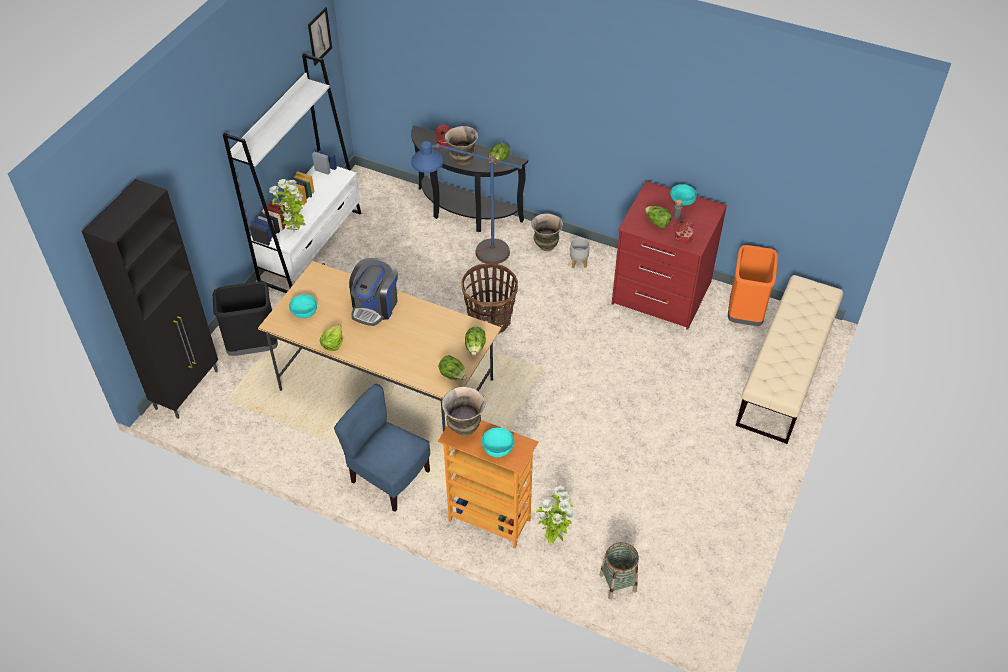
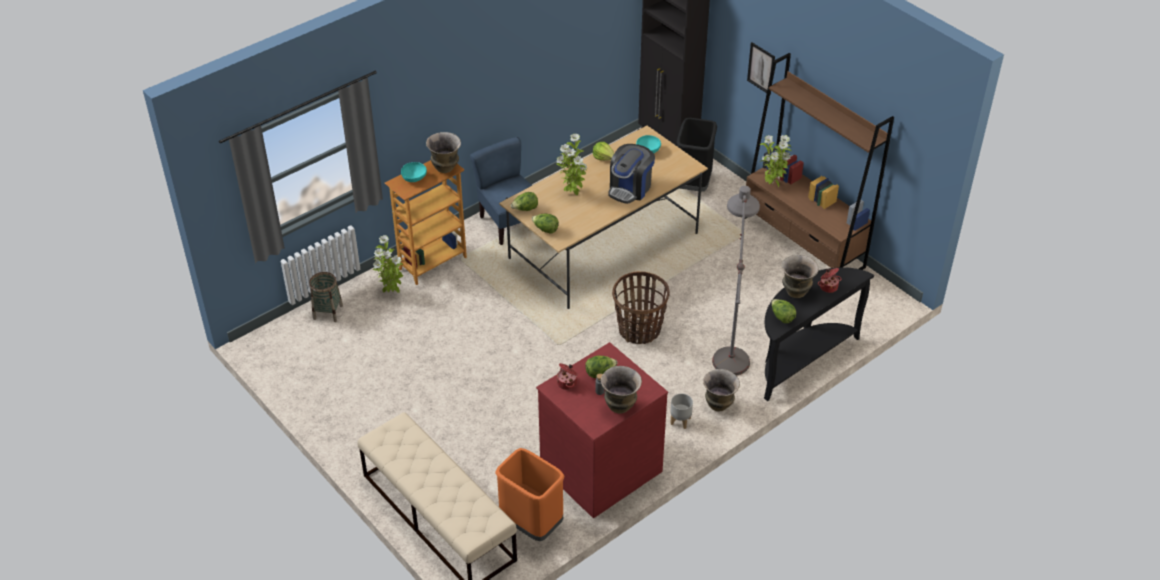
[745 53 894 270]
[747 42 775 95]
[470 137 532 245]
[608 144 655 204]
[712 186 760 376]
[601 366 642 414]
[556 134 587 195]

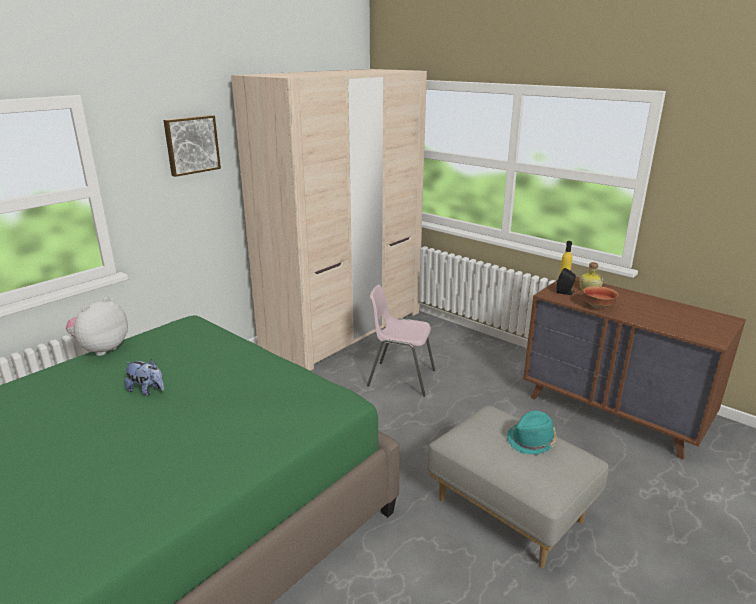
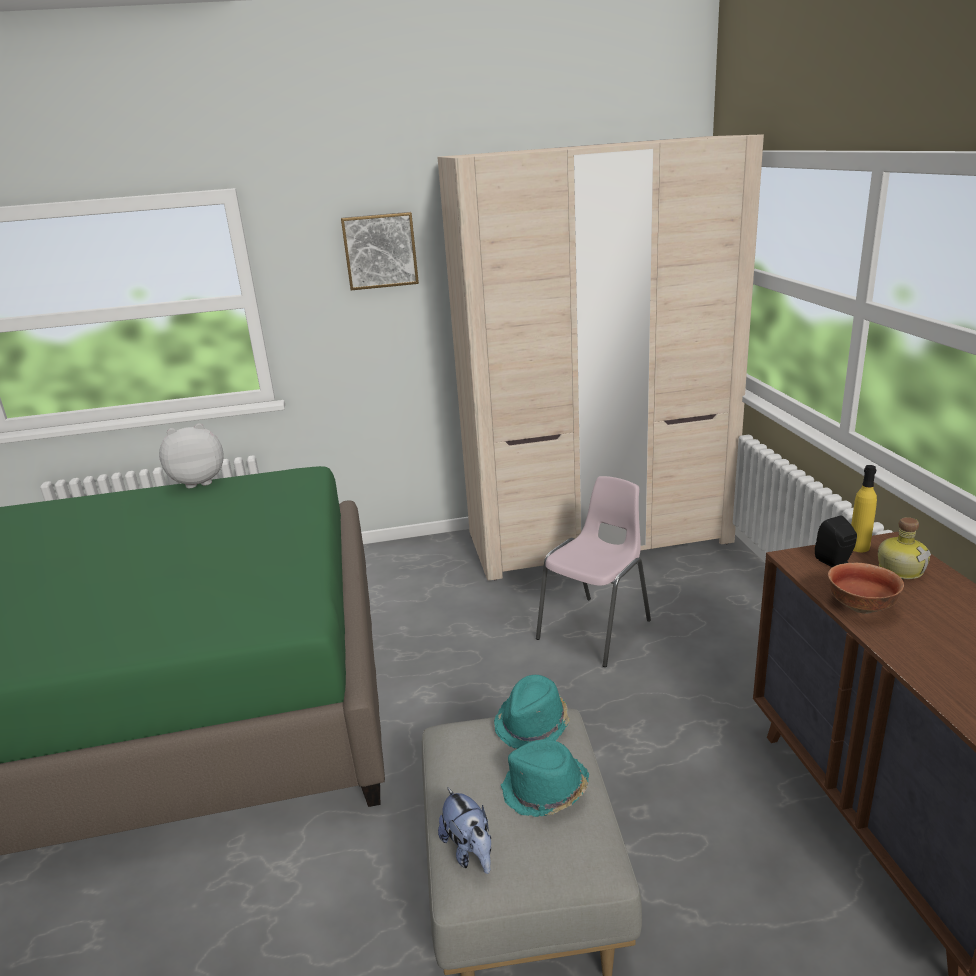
[438 787 491 874]
[536 476 651 667]
[494 675 570 749]

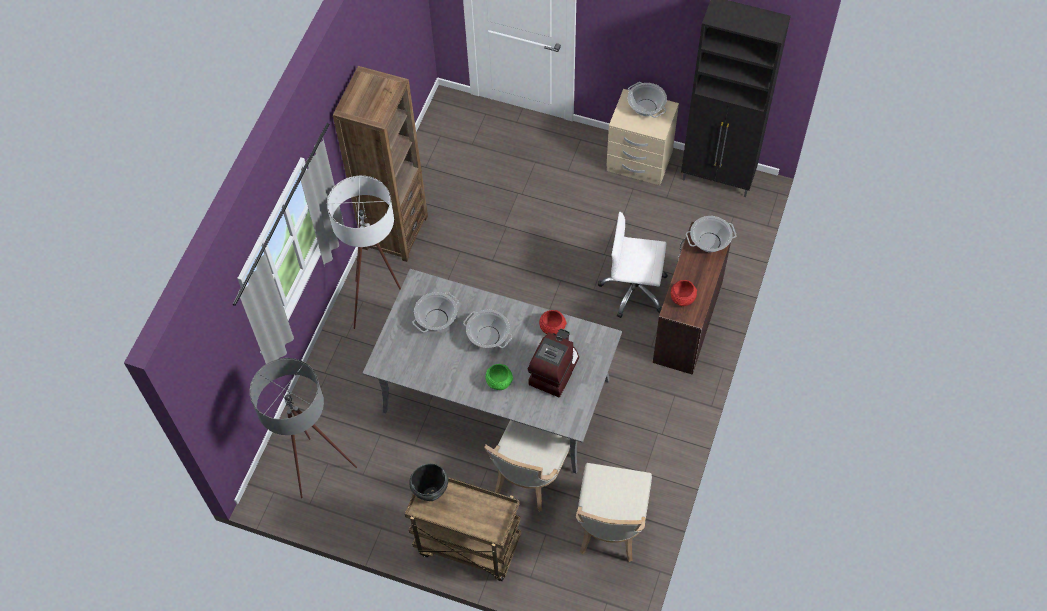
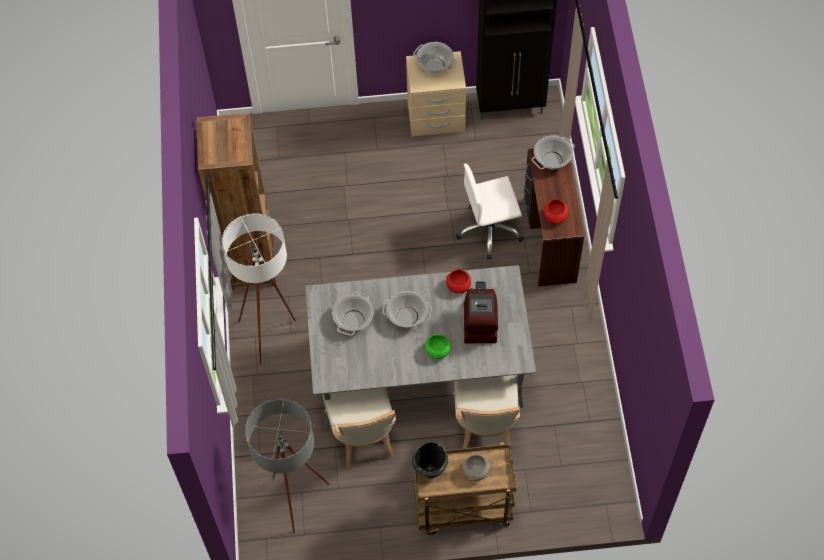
[322 388 396 468]
[463 454 490 481]

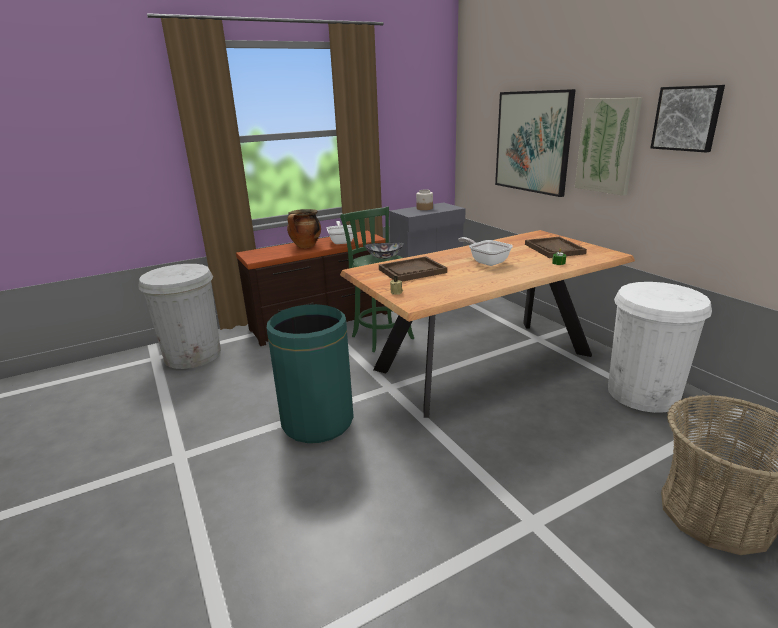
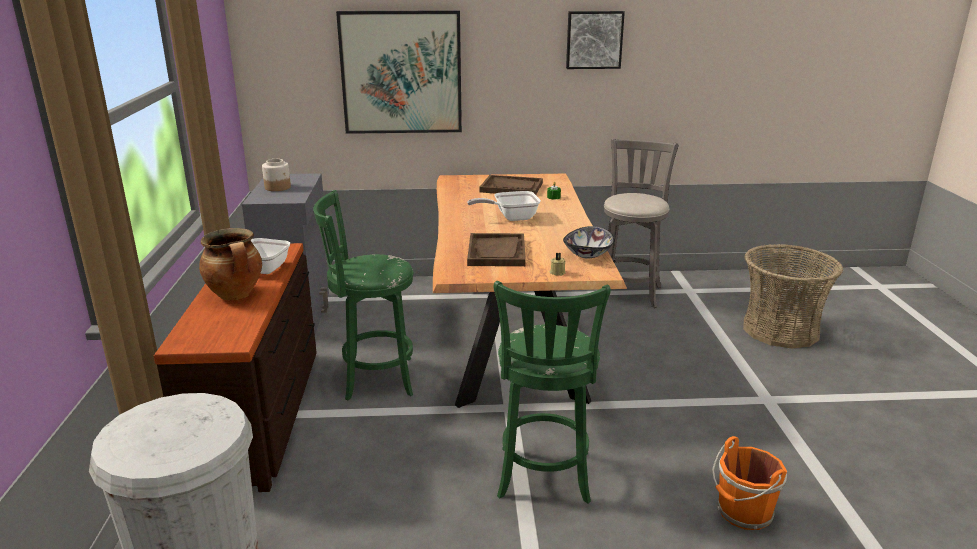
[494 281 611 503]
[563 226 614 259]
[575 98 642 196] (first image)
[604 138 678 308]
[712 436 787 530]

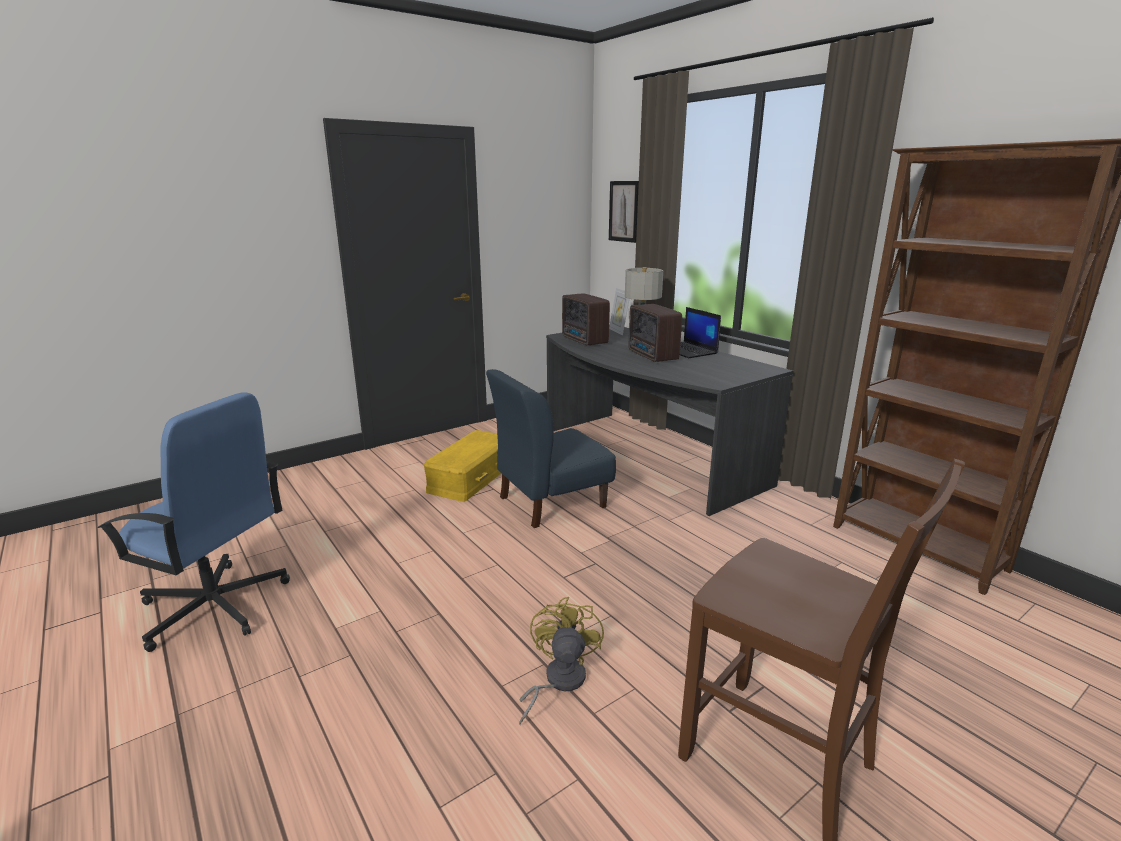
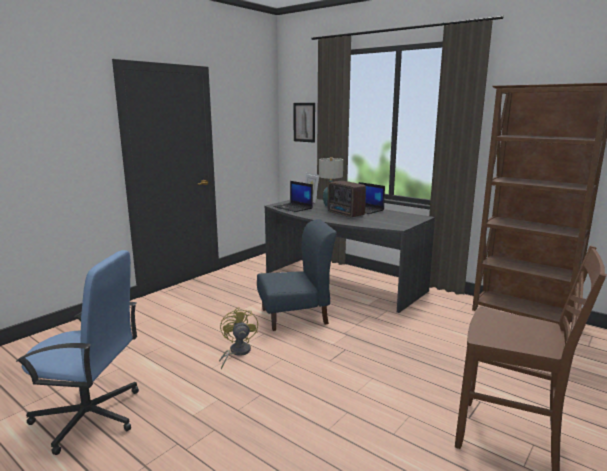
[424 430 501 502] (first image)
[257 219 337 331]
[219 307 258 370]
[274 181 313 212]

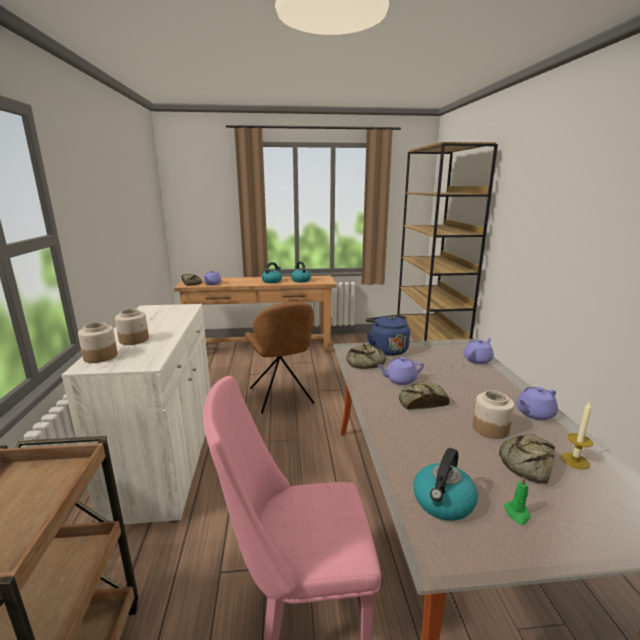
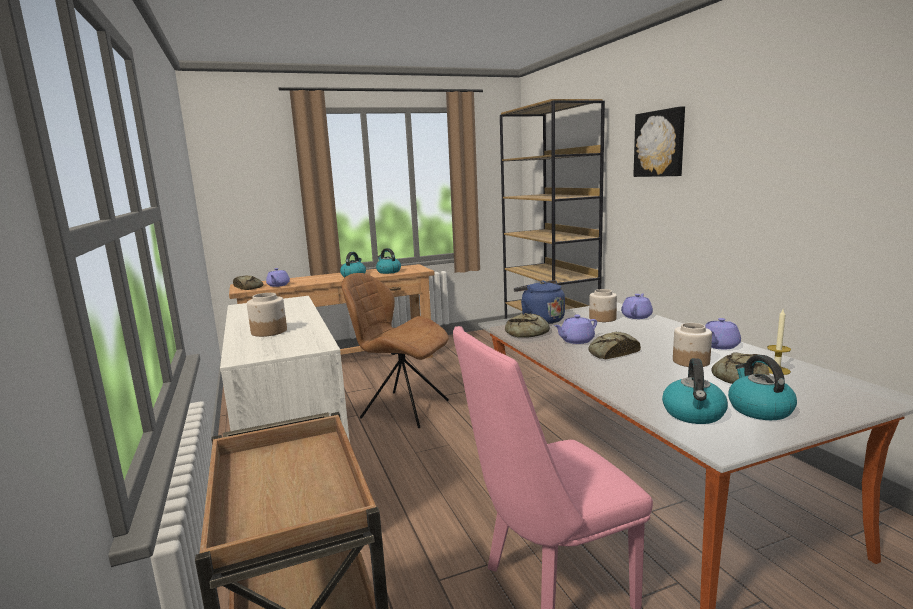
[589 289 617 322]
[341 273 449 428]
[728 355 797 420]
[633 106 685 177]

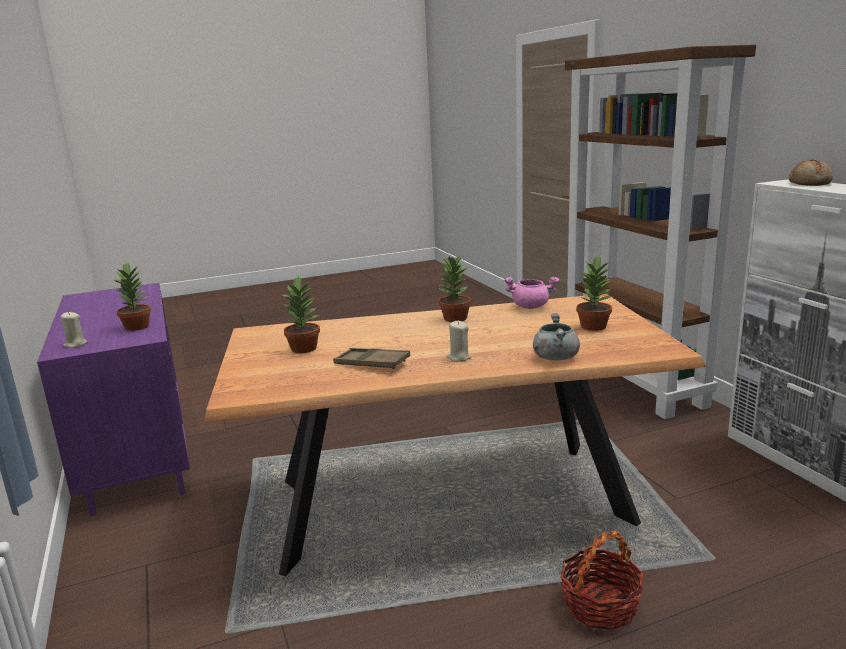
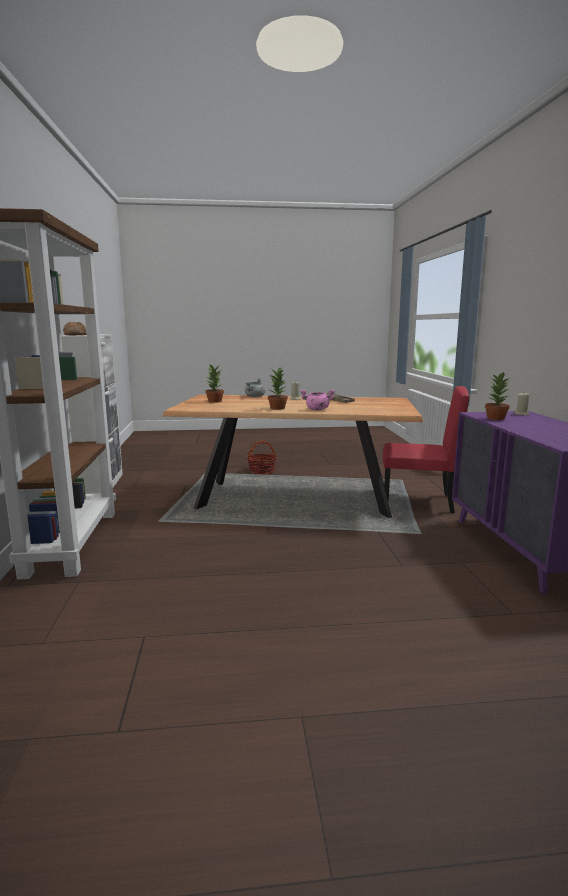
[282 275 320 353] (first image)
[300 389 335 410]
[383 386 469 513]

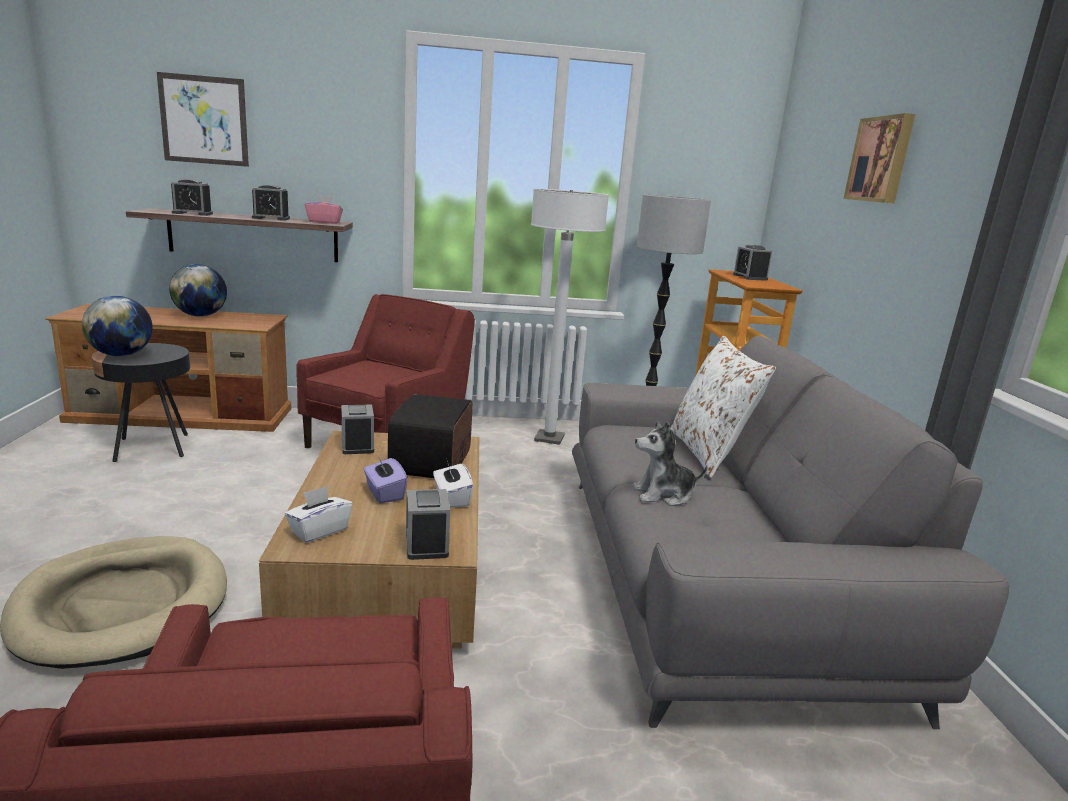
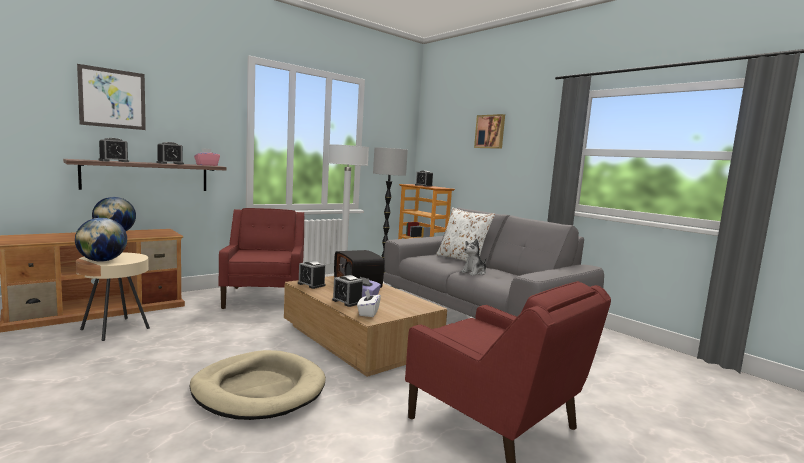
[76 253 150 341]
[332 275 363 307]
[433 461 473 508] (first image)

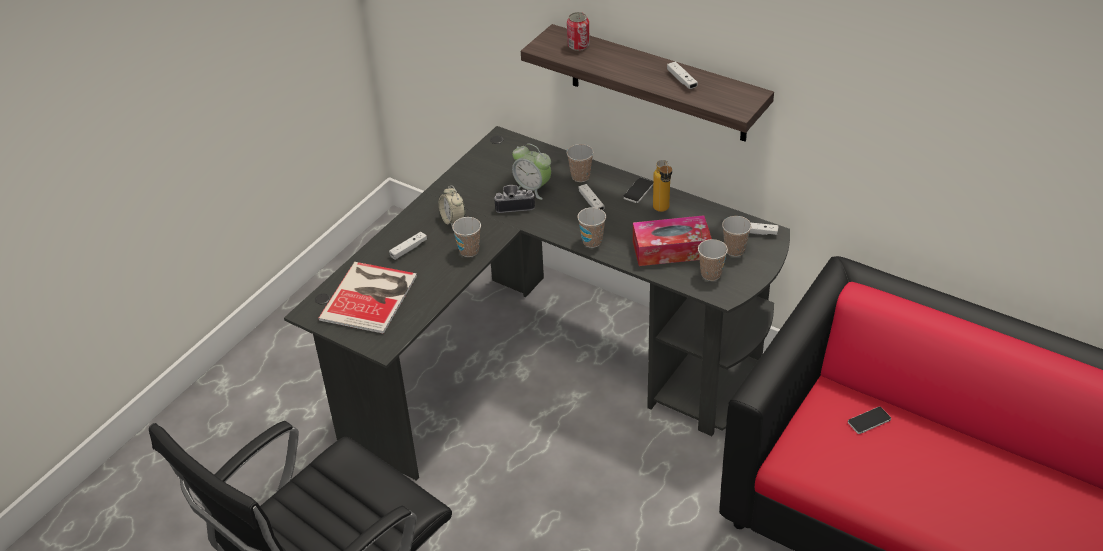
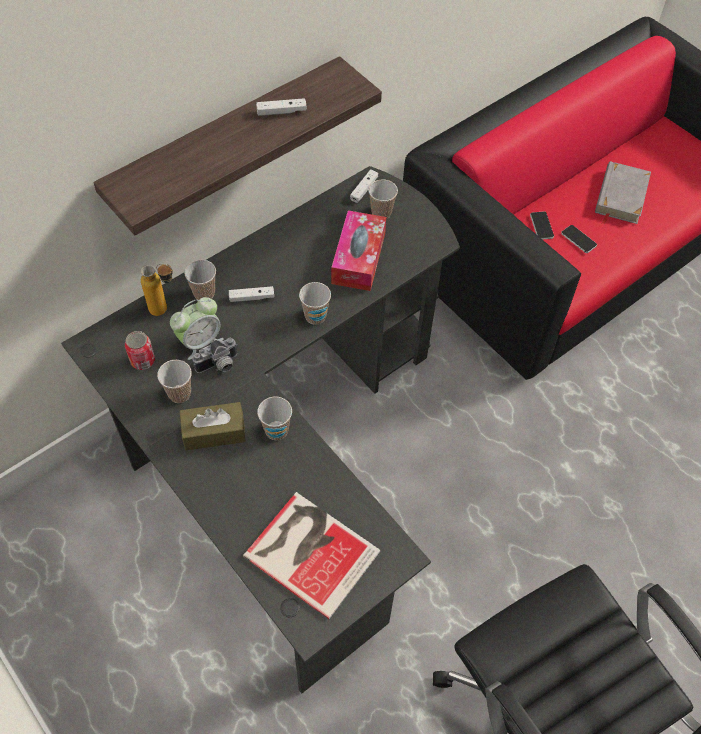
[389 232 427 260] (first image)
[180 402 246 451]
[192 338 238 373]
[125 331 155 370]
[561 225 597 253]
[140 264 173 316]
[157 360 192 403]
[595 161 651 224]

